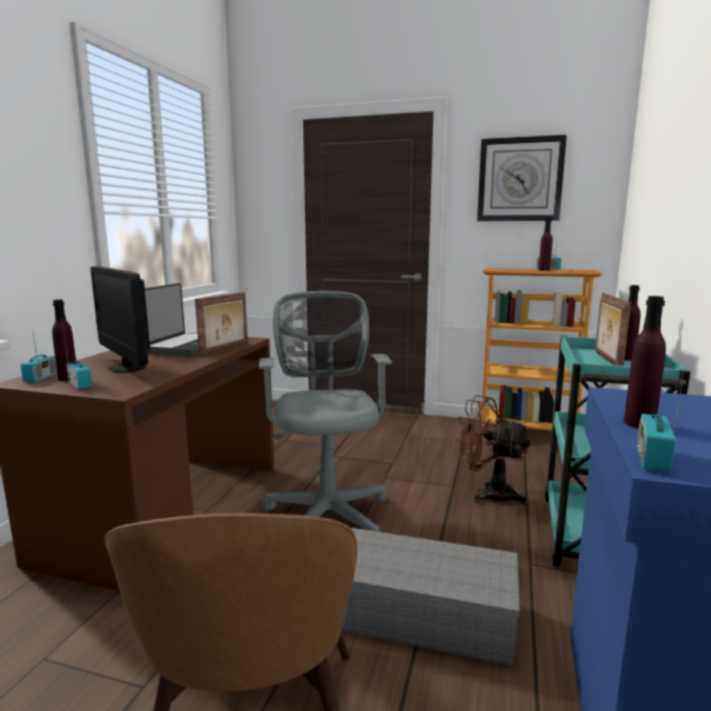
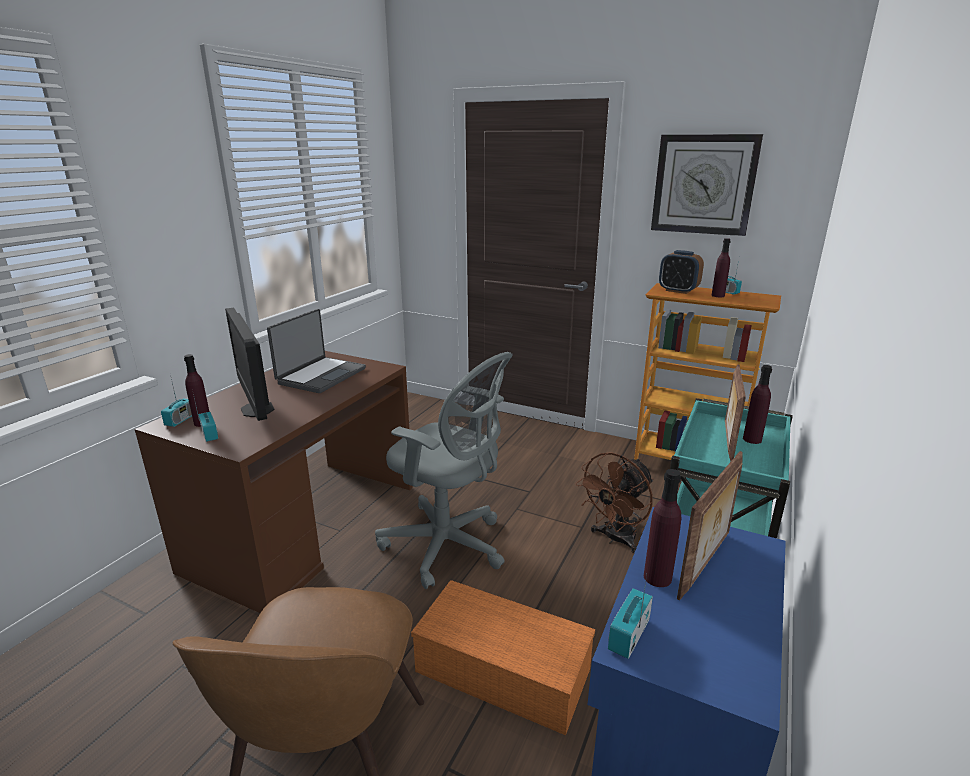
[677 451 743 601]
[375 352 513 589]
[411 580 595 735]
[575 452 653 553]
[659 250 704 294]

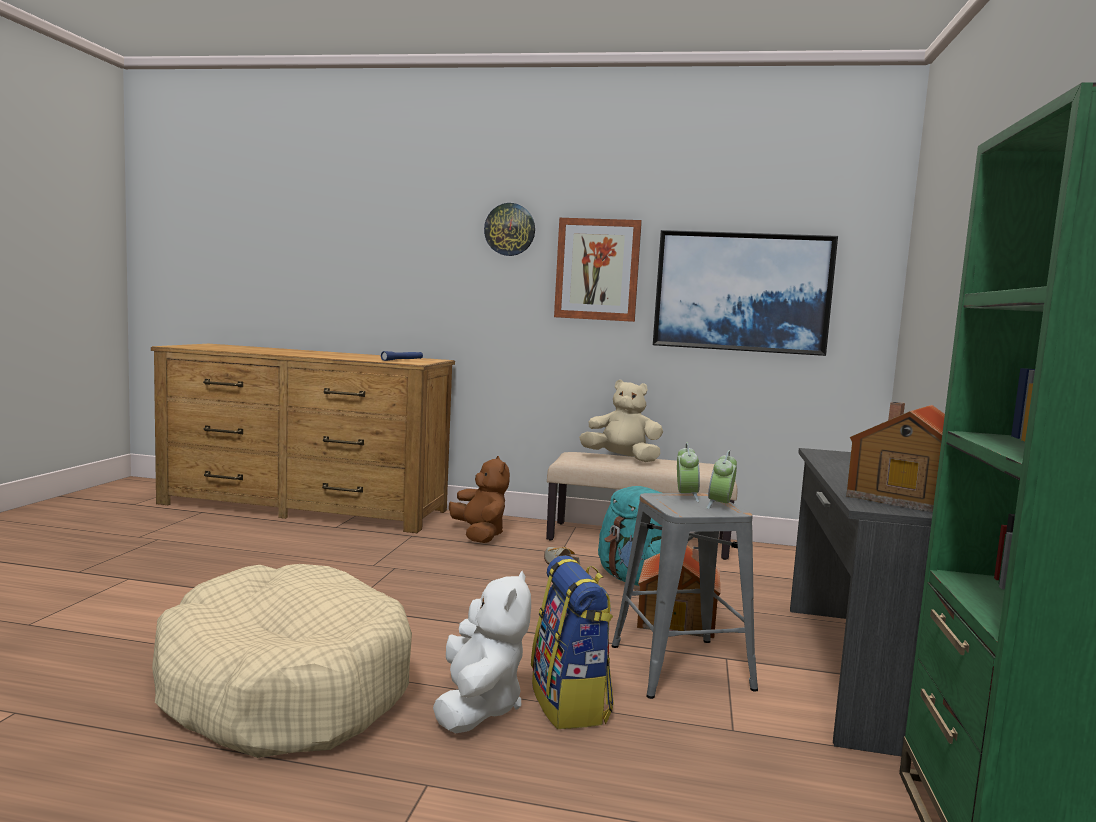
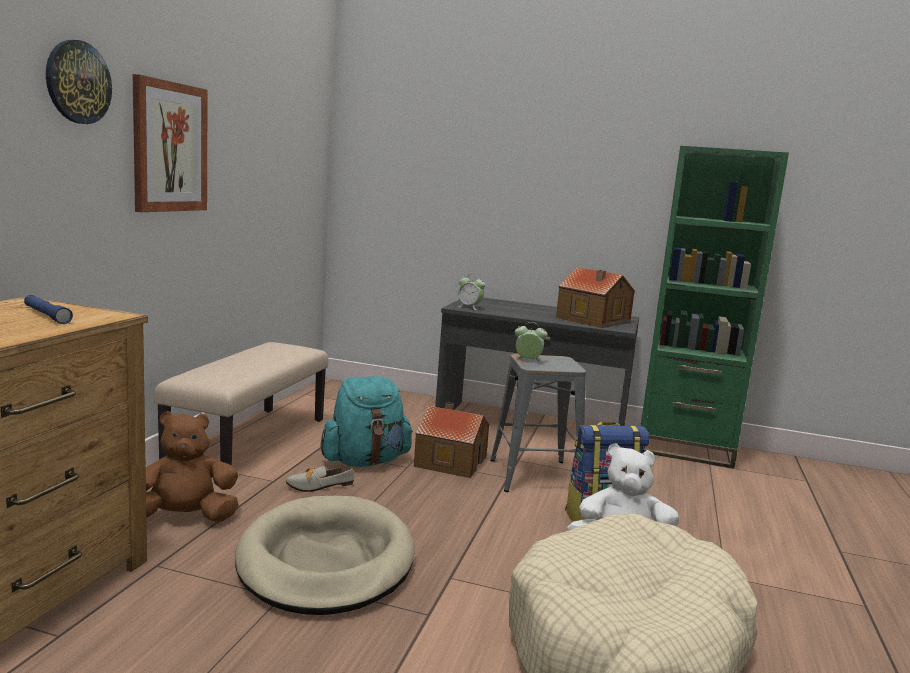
[579 380 663 462] (first image)
[653 230 838 356] (first image)
[458 274 485 310]
[235 496 414 615]

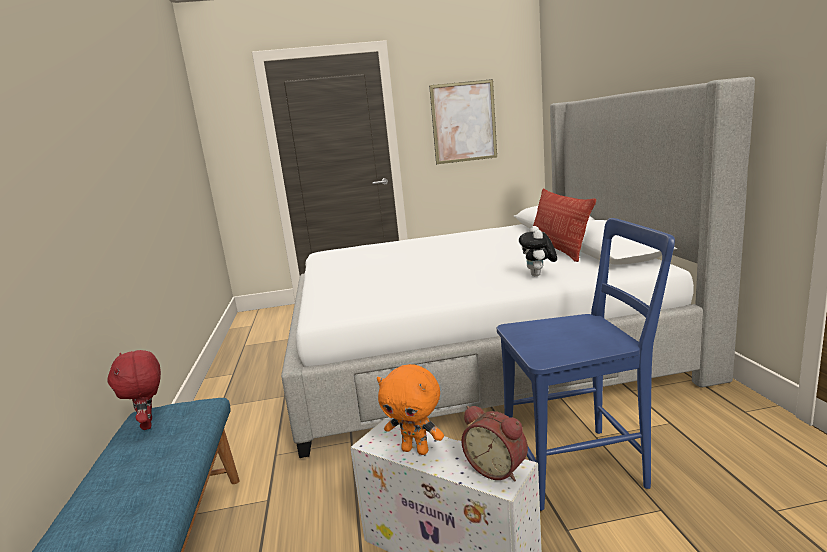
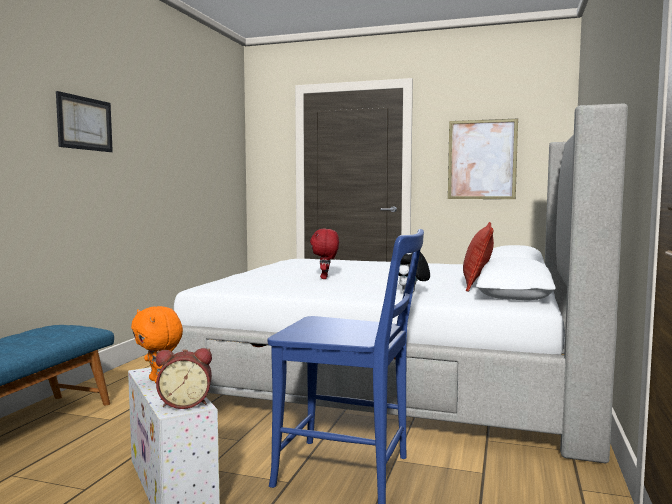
[310 229 339 279]
[156 348 212 409]
[56 91 113 152]

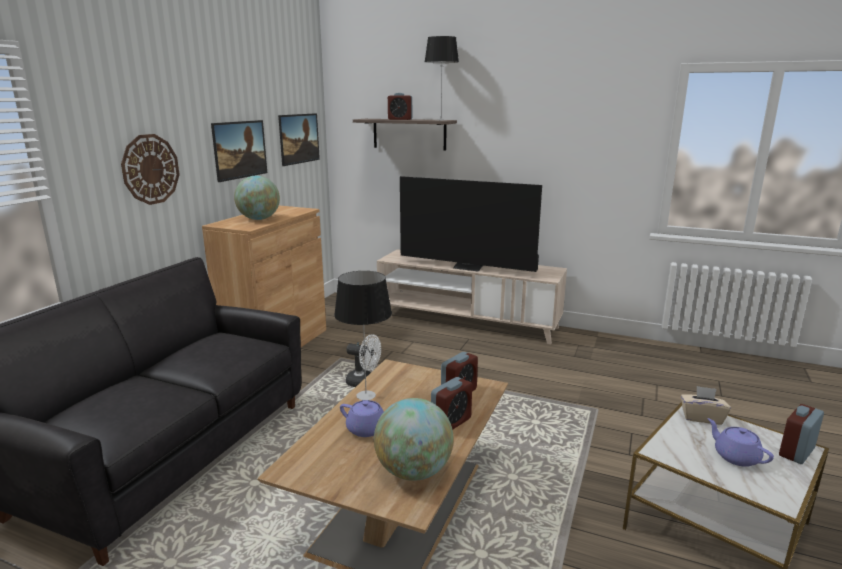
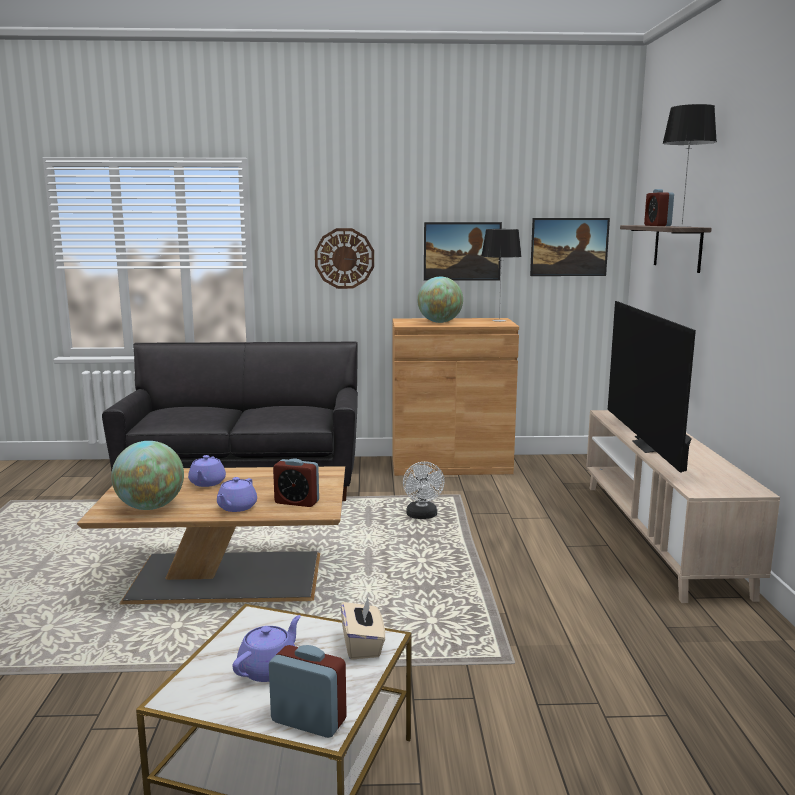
[481 229 522 322]
[217 477 257 512]

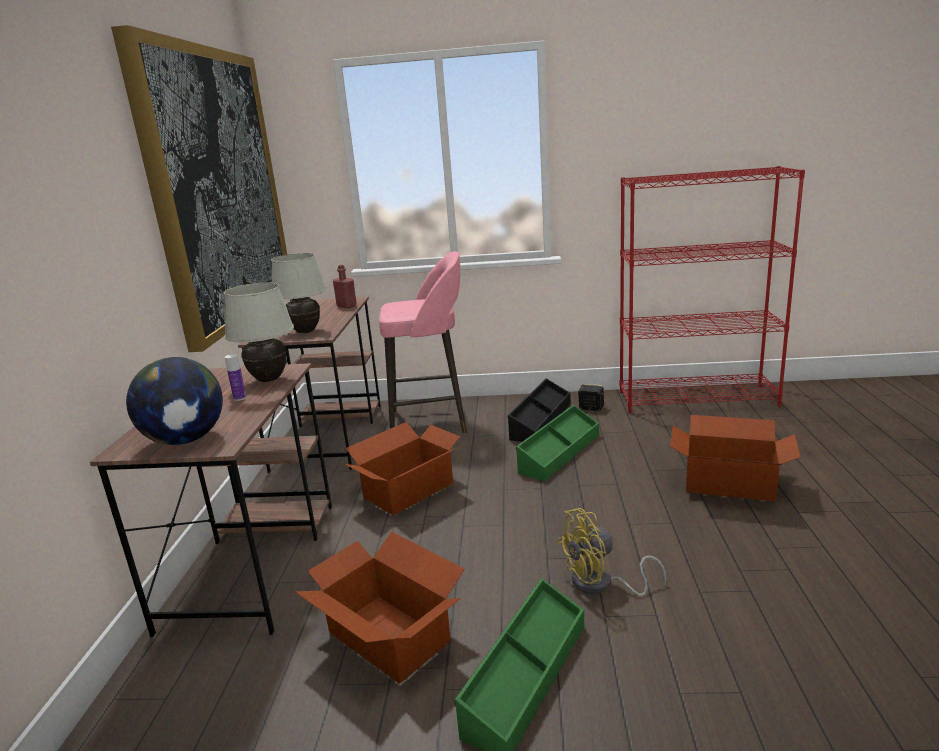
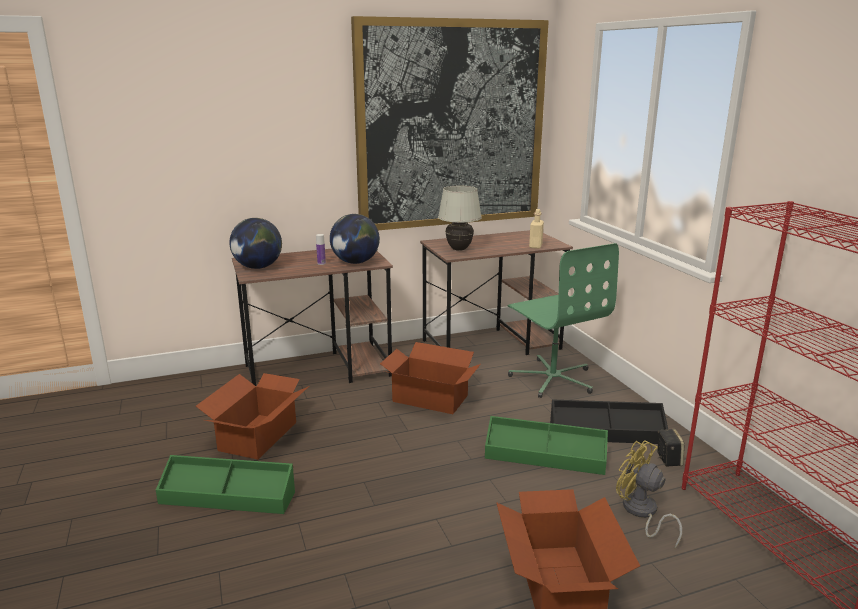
[330 214 380 264]
[529 209 544 249]
[508 243 619 398]
[616 441 682 548]

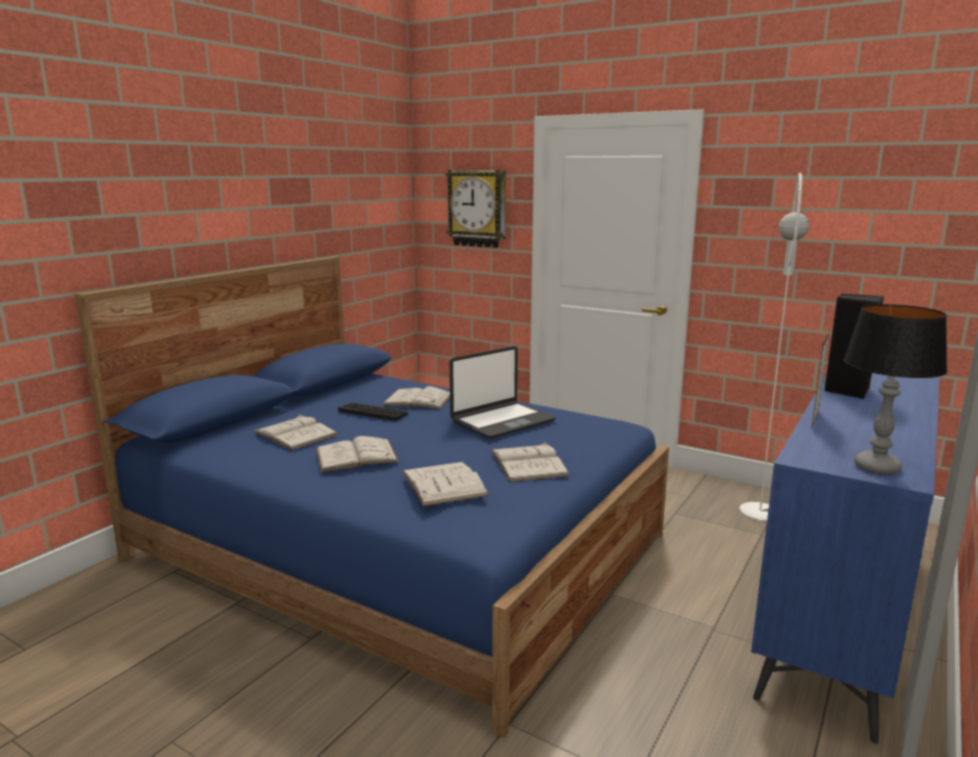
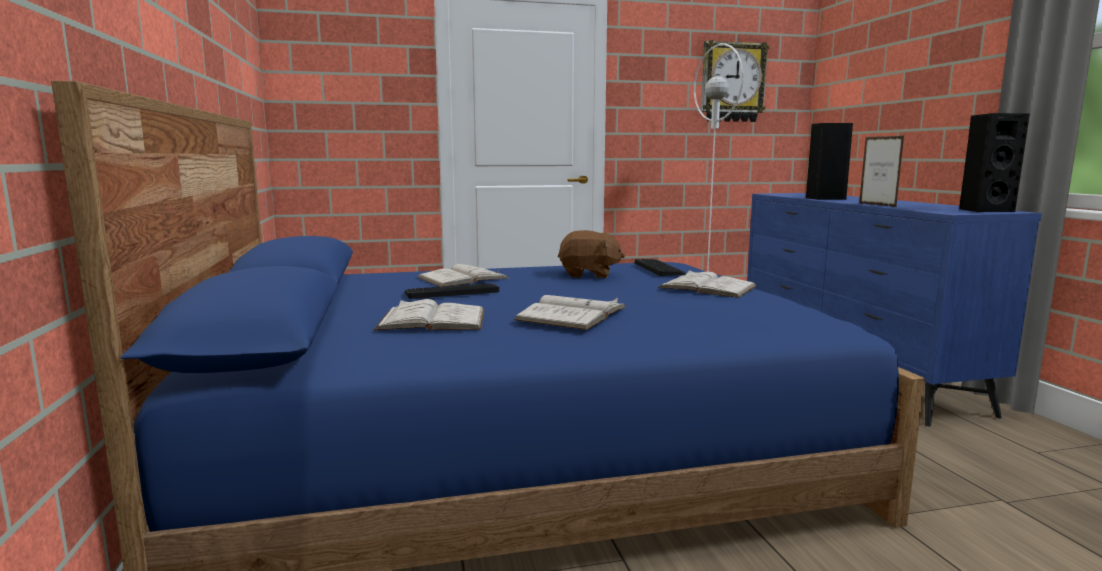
[402 462 489 506] (first image)
[701 40 769 122]
[558 230 625 278]
[959 113 1030 212]
[635 259 686 276]

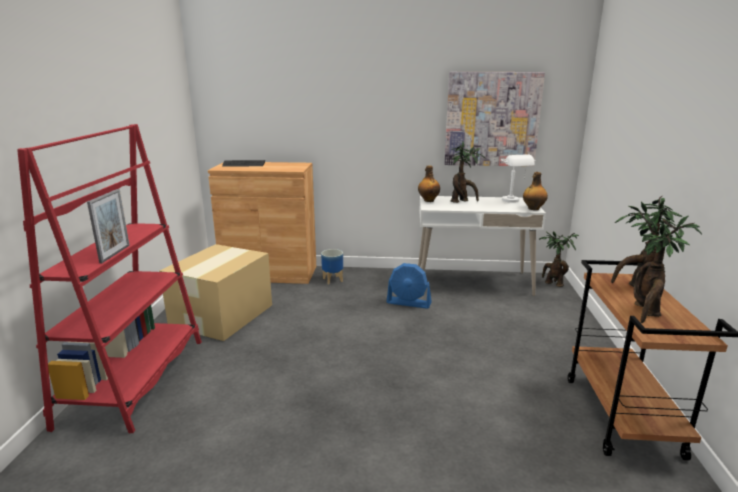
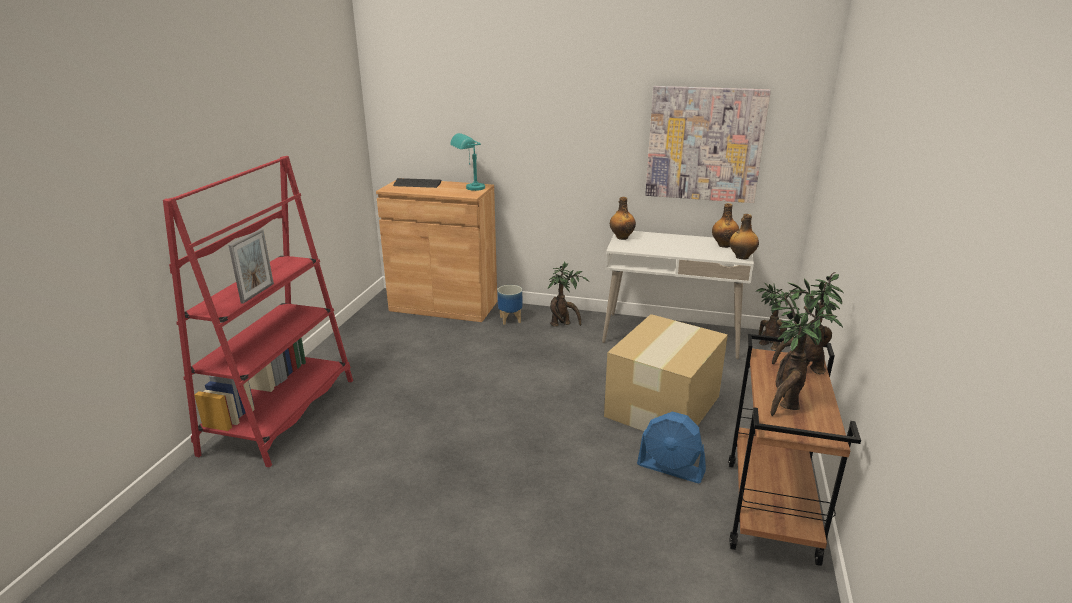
[604 314 728 431]
[637 411 706 483]
[548 262 589 327]
[712 203 739 248]
[450 133 485 191]

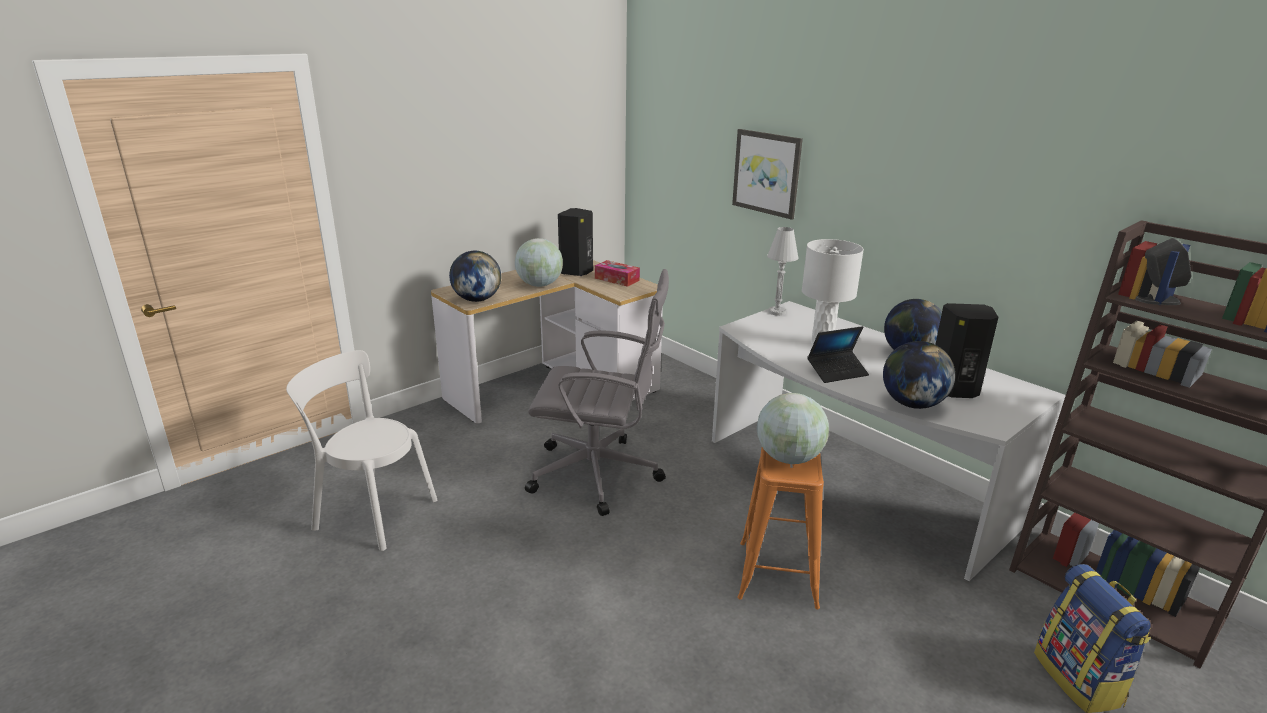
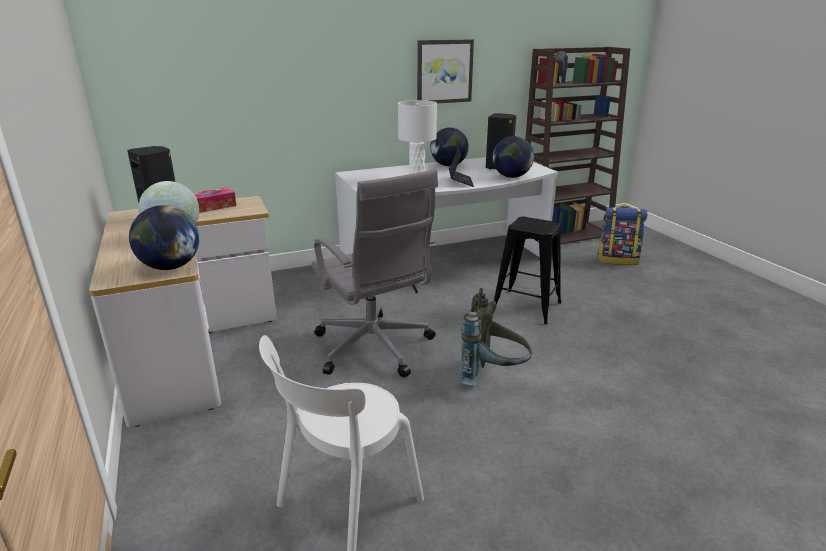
[311 169 438 377]
[417 39 474 104]
[494 217 561 324]
[757 393 829 464] (first image)
[767 227 799 316] (first image)
[460 288 532 385]

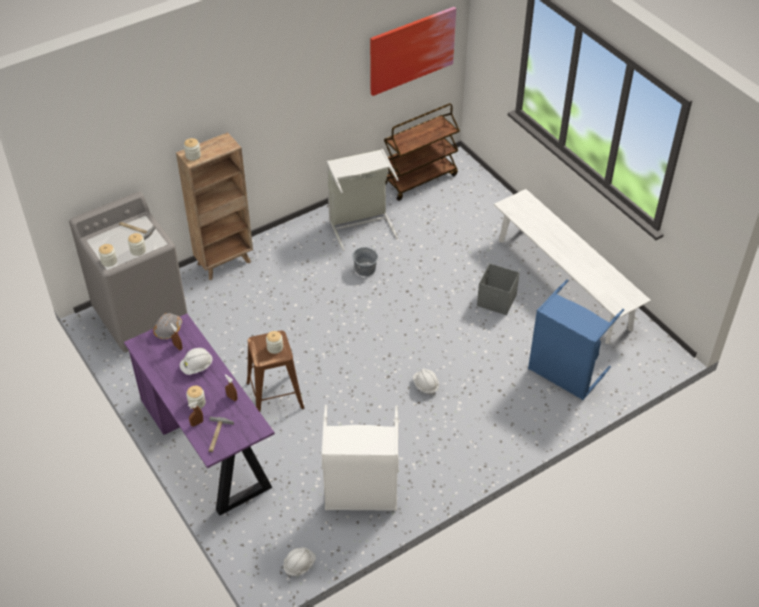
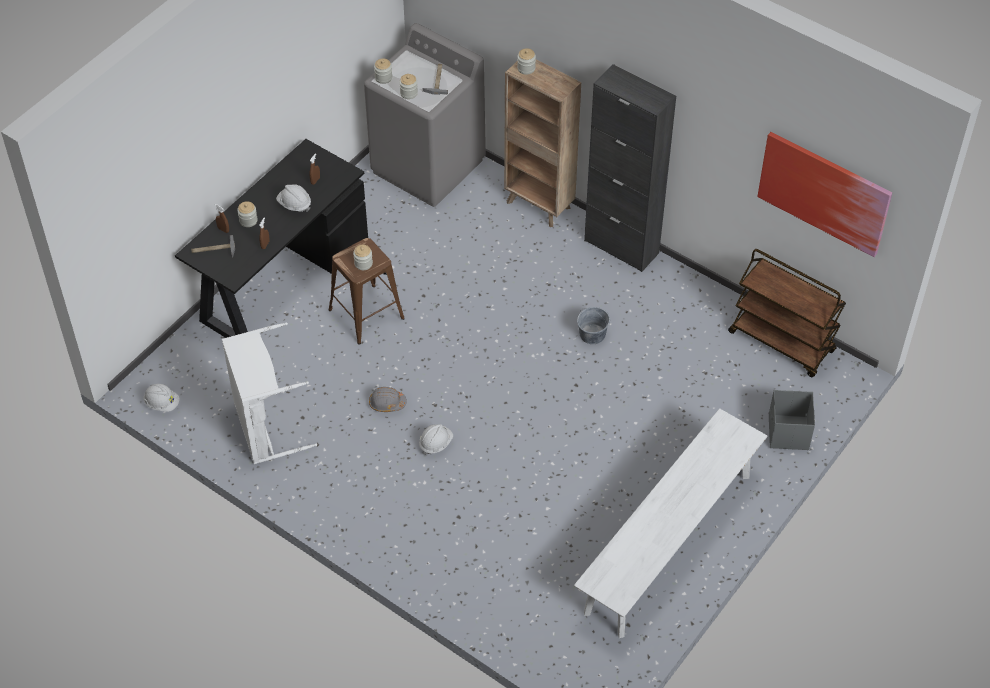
[175 139 368 338]
[369 387 407 412]
[326 149 399 251] (first image)
[769 390 815 450]
[528 279 624 400] (first image)
[584 64 676 272]

